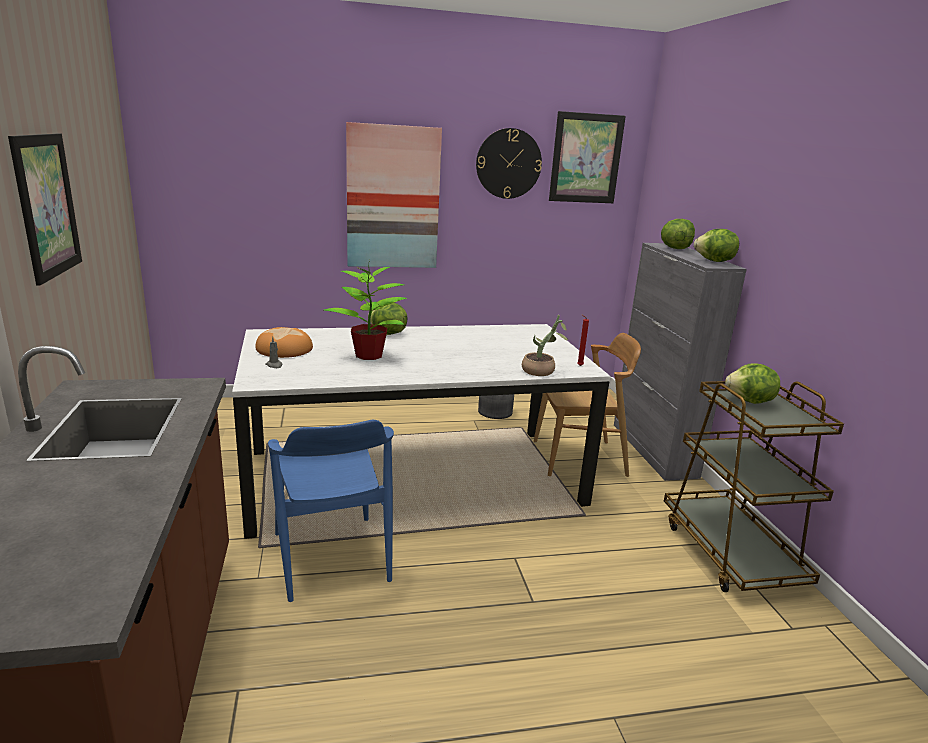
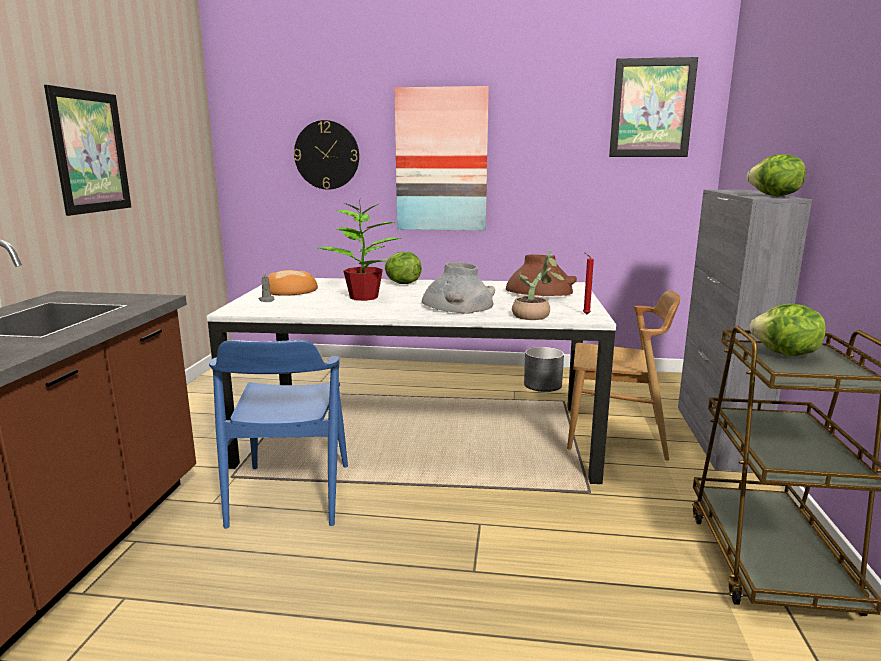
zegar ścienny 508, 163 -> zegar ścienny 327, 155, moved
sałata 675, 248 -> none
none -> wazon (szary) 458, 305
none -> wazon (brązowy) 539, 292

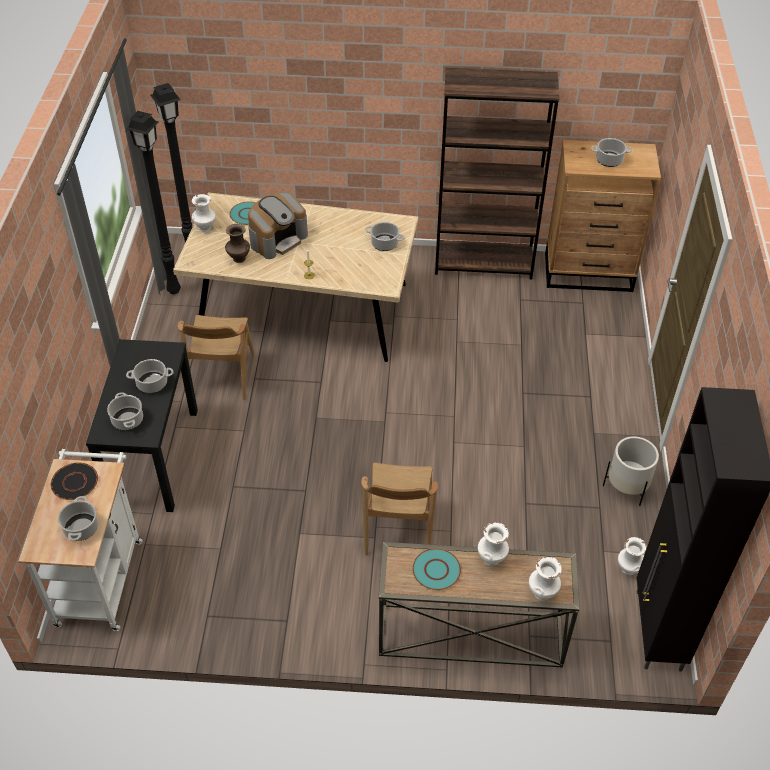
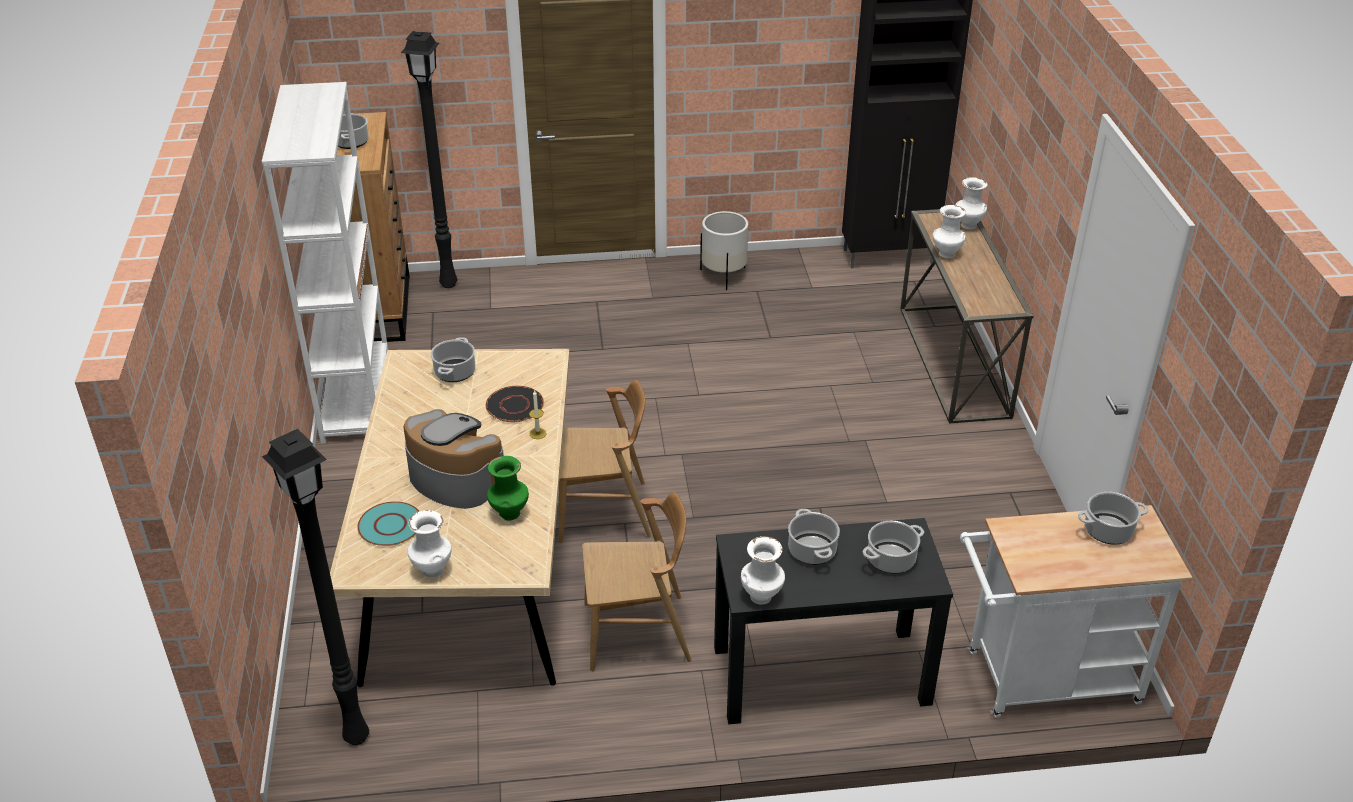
talerz (czarny) 74, 482 -> talerz (czarny) 515, 405, moved
lampa stojąca (czarny) 175, 290 -> lampa stojąca (czarny) 448, 283, moved
wazon (brązowy) 238, 258 -> wazon (zielony) 509, 514
krzesło (brązowy) 398, 529 -> krzesło (brązowy) 603, 512, moved
talerz (turkusowy) 436, 570 -> none
regał (brązowy) 483, 263 -> regał (biały) 356, 396
wazon (biały) 628, 570 -> wazon (biały) 762, 596, moved

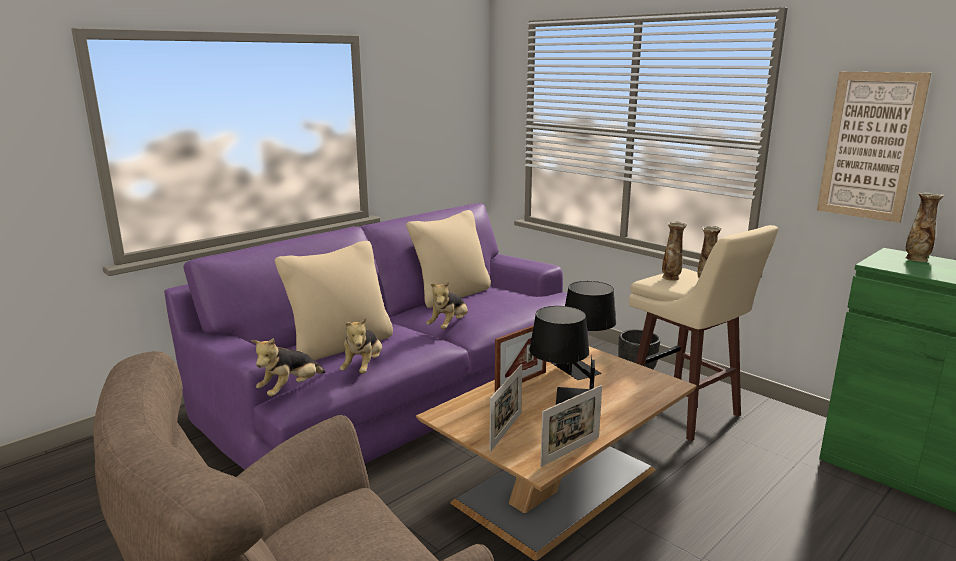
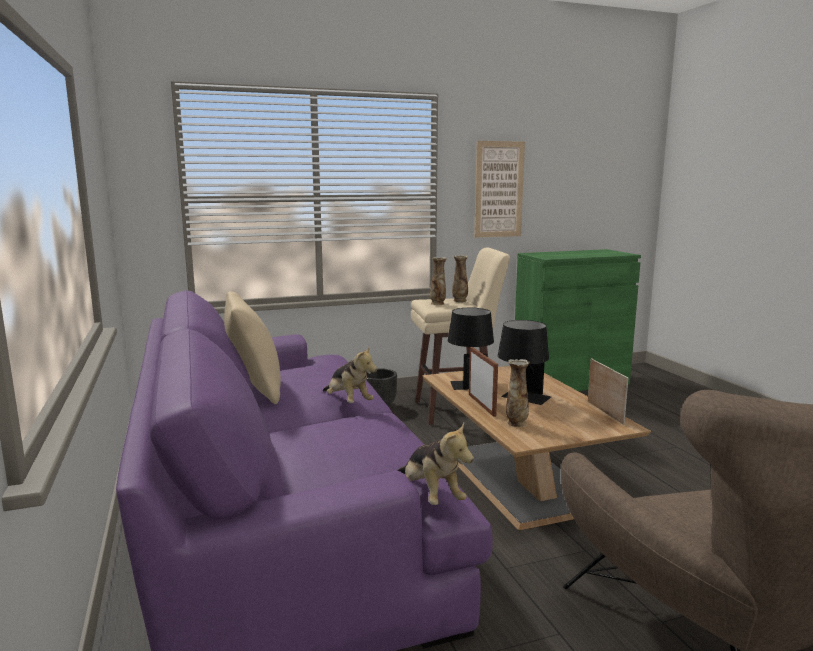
poduszka (beżowy) 340, 345 -> none
pluszak 363, 367 -> none
ramka na zdjęcie 506, 431 -> none
wazon 916, 259 -> wazon 516, 423, moved

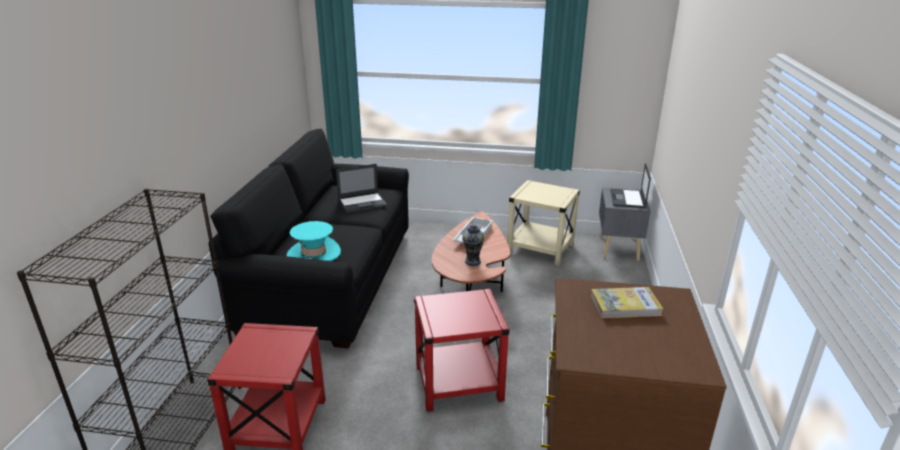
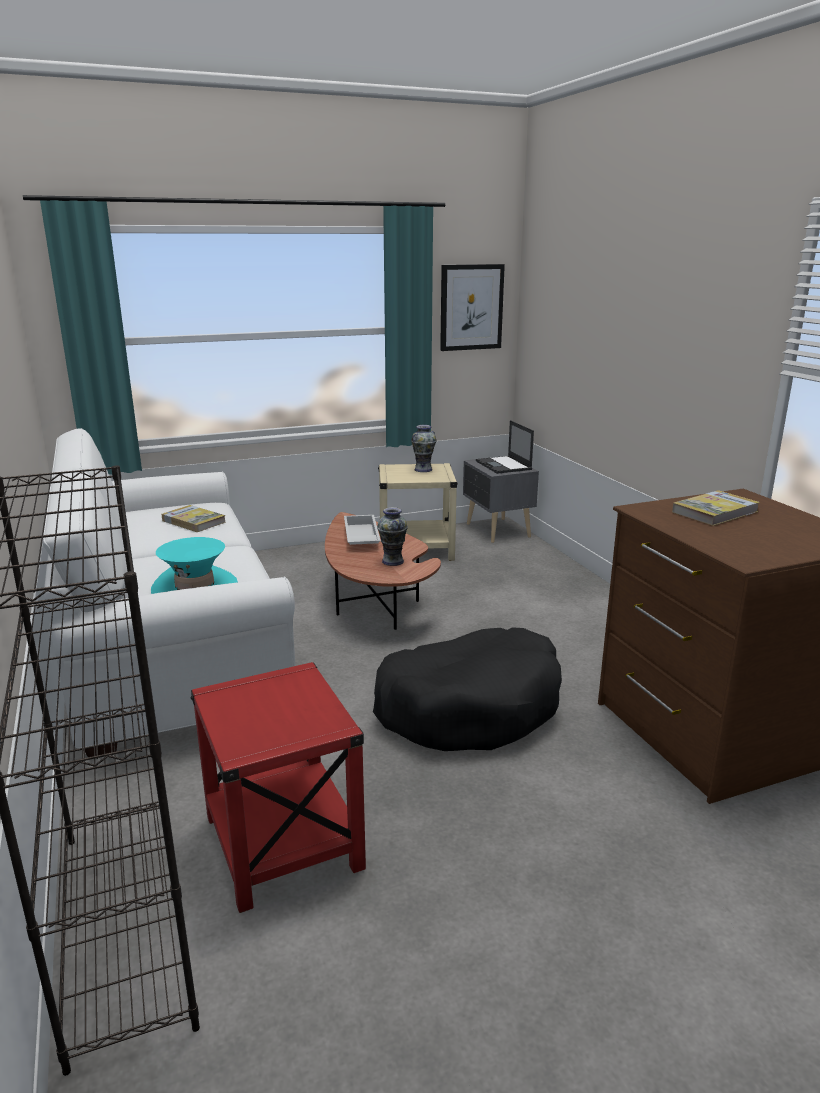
kanapa (czarny) 332, 279 -> kanapa (biały) 173, 646
laptop 363, 203 -> książka 193, 521
stolik (czerwony) 458, 383 -> legowisko (czarny) 470, 707
none -> wazon 423, 469
none -> obraz 471, 307

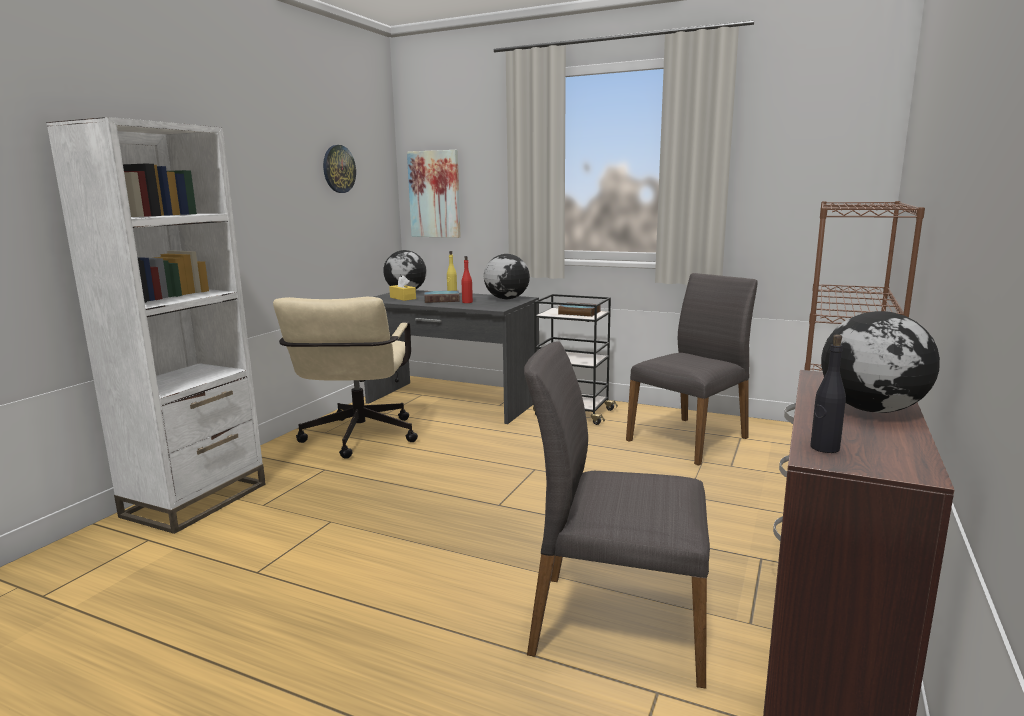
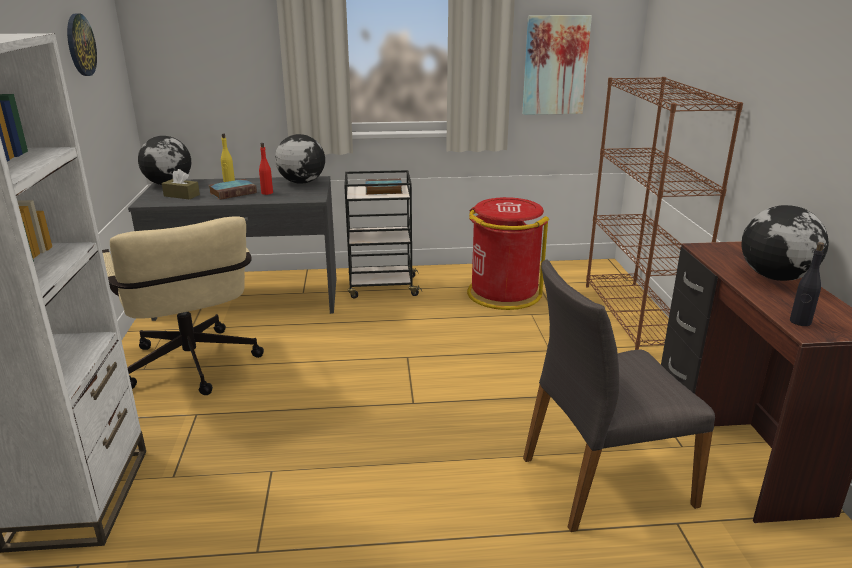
pudełko chusteczek (żółty) 403, 298 -> pudełko chusteczek (brązowy) 181, 195
obraz 435, 194 -> obraz 555, 65, moved
krzesło (szary) 690, 439 -> kosz na śmieci (czerwony) 503, 294

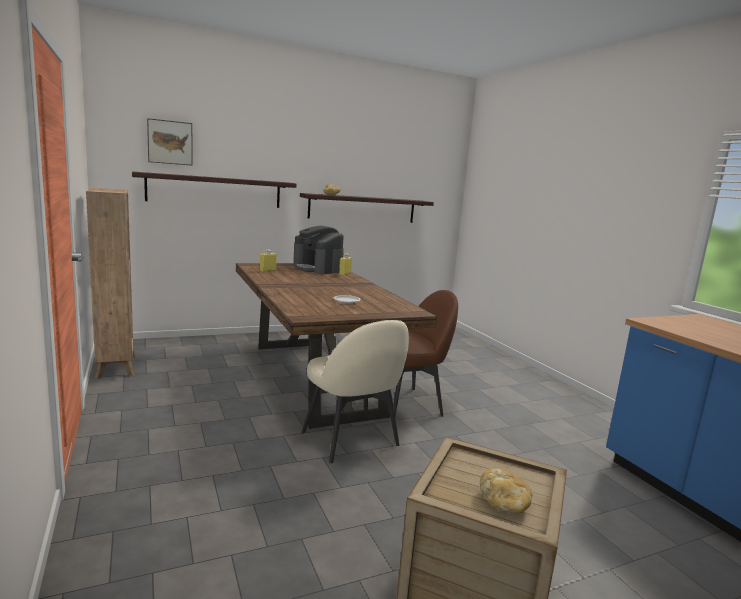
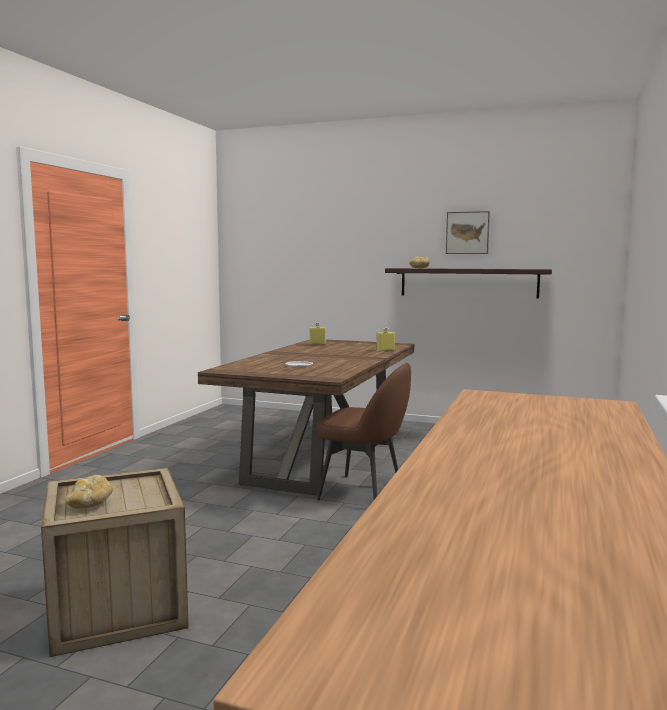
regał (brązowy) 116, 366 -> none
półka 215, 191 -> none
obraz 170, 142 -> obraz 467, 233, moved
ekspres do kawy 317, 268 -> none
krzesło (beżowy) 351, 440 -> none

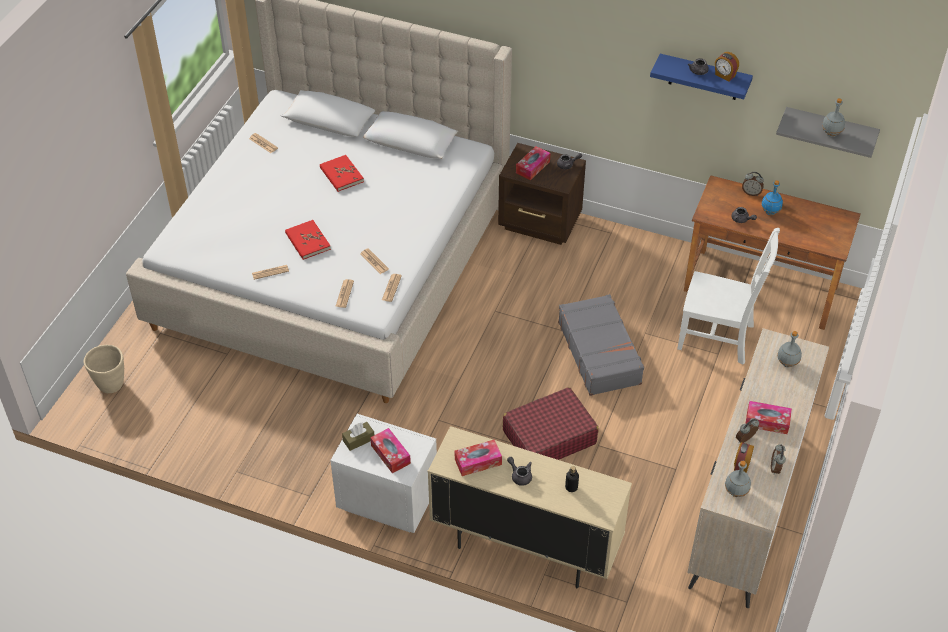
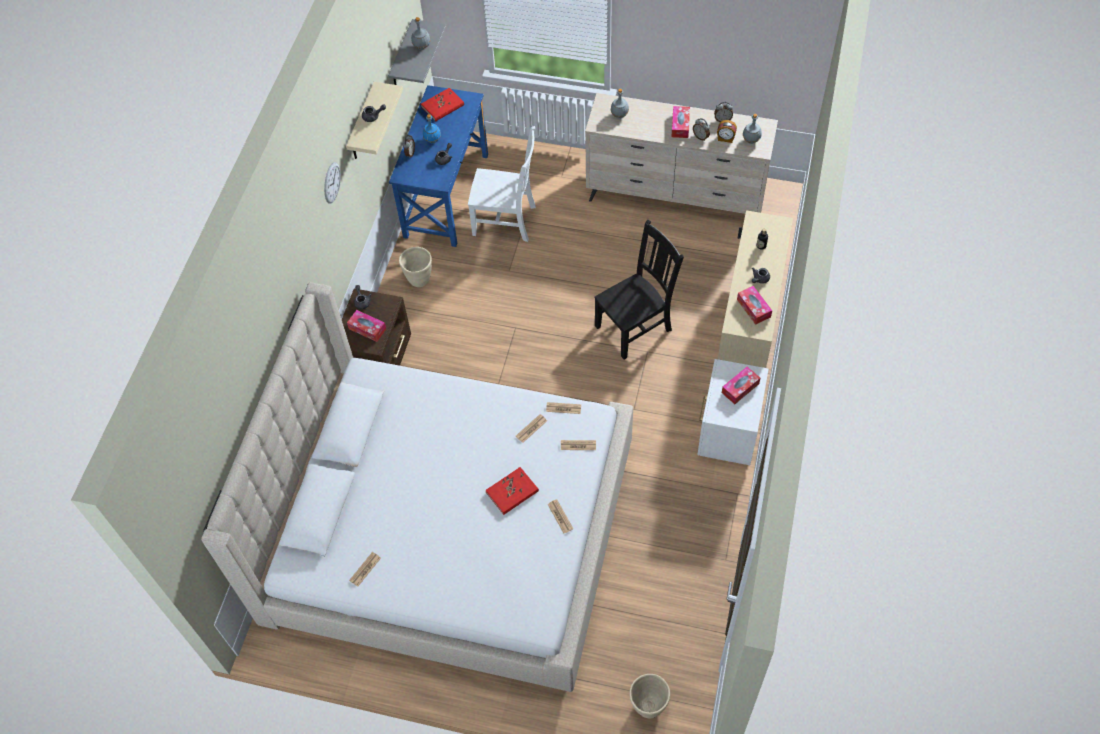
książka (czerwony) 341, 175 -> książka (czerwony) 442, 106, moved
pudełko chusteczek (brązowy) 358, 440 -> none
walizka (czerwony) 549, 437 -> krzesło (czarny) 635, 327
walizka (szary) 600, 352 -> none
półka (niebieski) 704, 77 -> półka (beżowy) 362, 124
krzesło (biały) 718, 337 -> krzesło (biały) 506, 221, 90 degrees clockwise
biurko (brązowy) 761, 288 -> biurko (niebieski) 446, 195
budzik 724, 75 -> none
none -> zegar ścienny 332, 182
none -> donica (beżowy) 419, 279

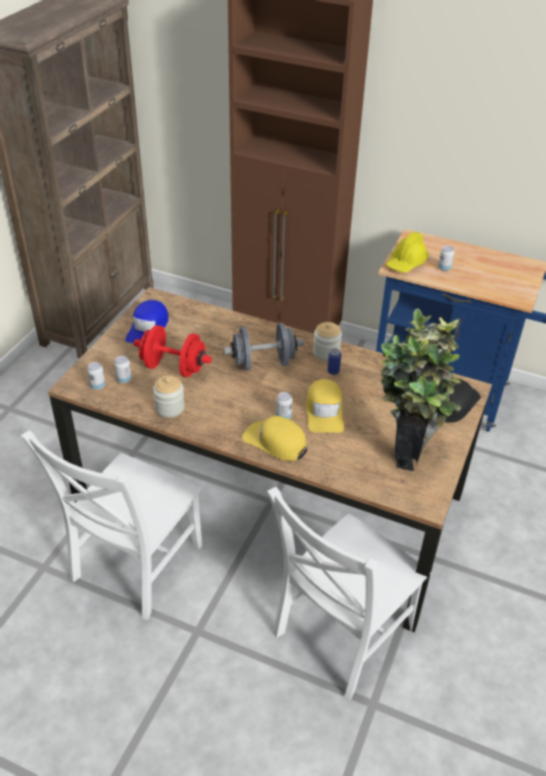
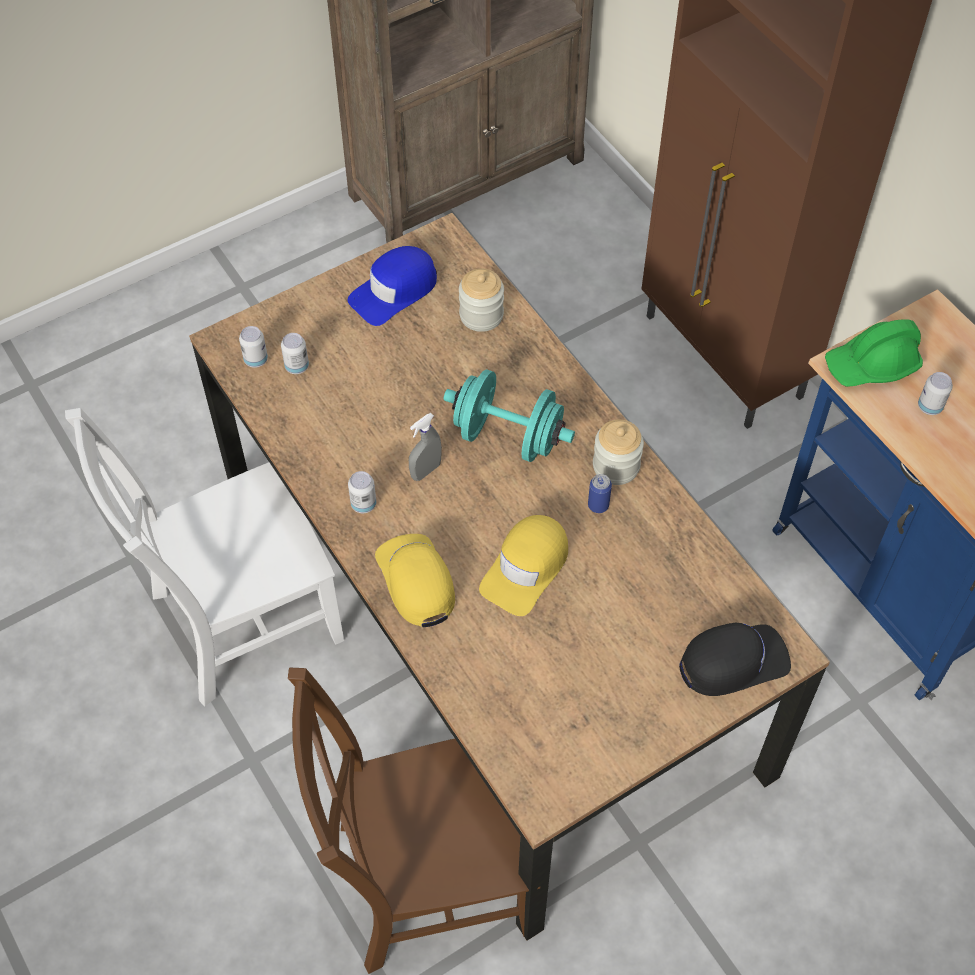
hantel (czerwony) 173, 367 -> none
słoik 169, 408 -> słoik 481, 315, moved
hantel (szary) 263, 363 -> hantel (turkusowy) 508, 436
krzesło (biały) 340, 634 -> krzesło (brązowy) 425, 879
puszka 283, 416 -> puszka 363, 504, moved
roślina doniczkowa 408, 446 -> none
kask (żółty) 406, 263 -> kask (zielony) 872, 365
none -> spryskiwacz (szary) 425, 471

